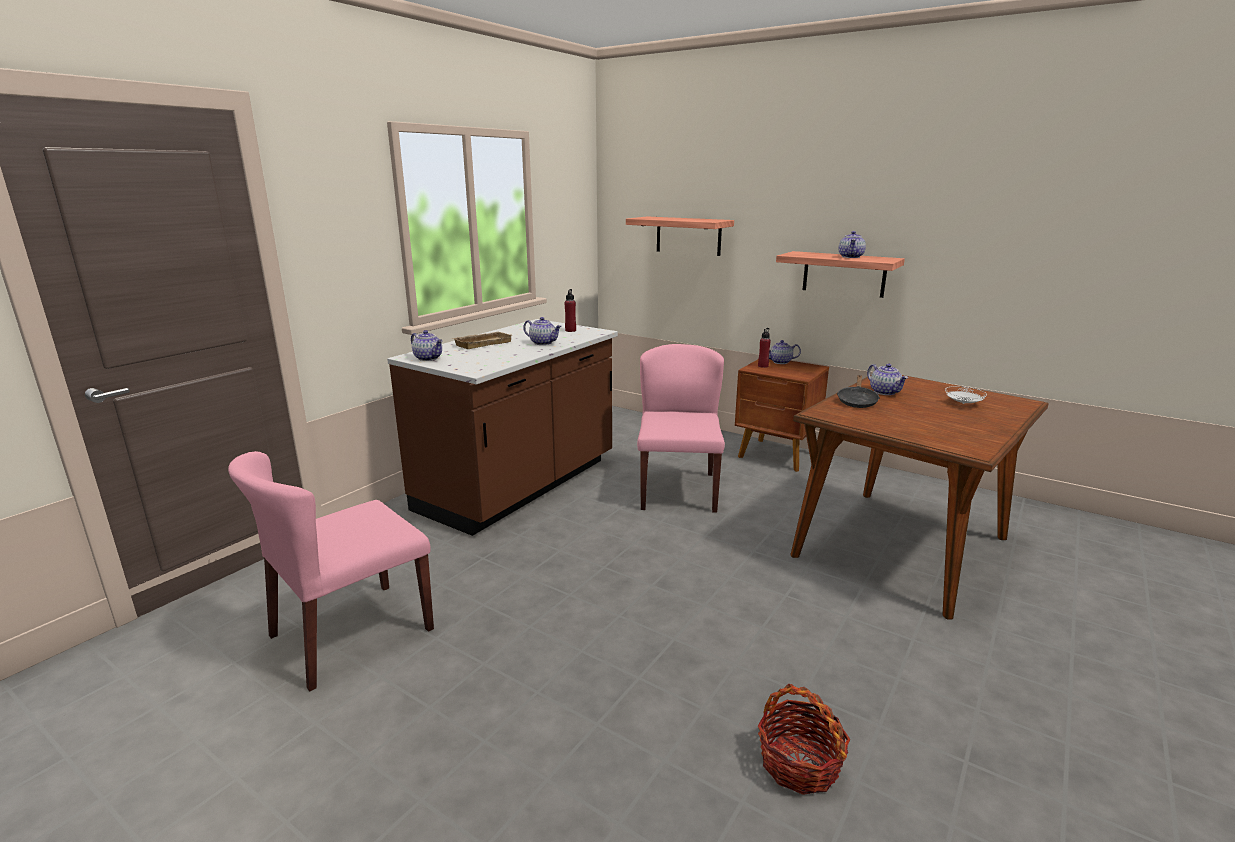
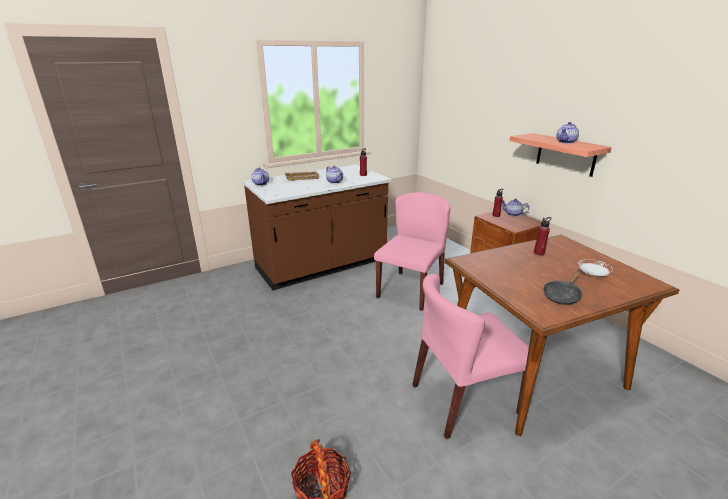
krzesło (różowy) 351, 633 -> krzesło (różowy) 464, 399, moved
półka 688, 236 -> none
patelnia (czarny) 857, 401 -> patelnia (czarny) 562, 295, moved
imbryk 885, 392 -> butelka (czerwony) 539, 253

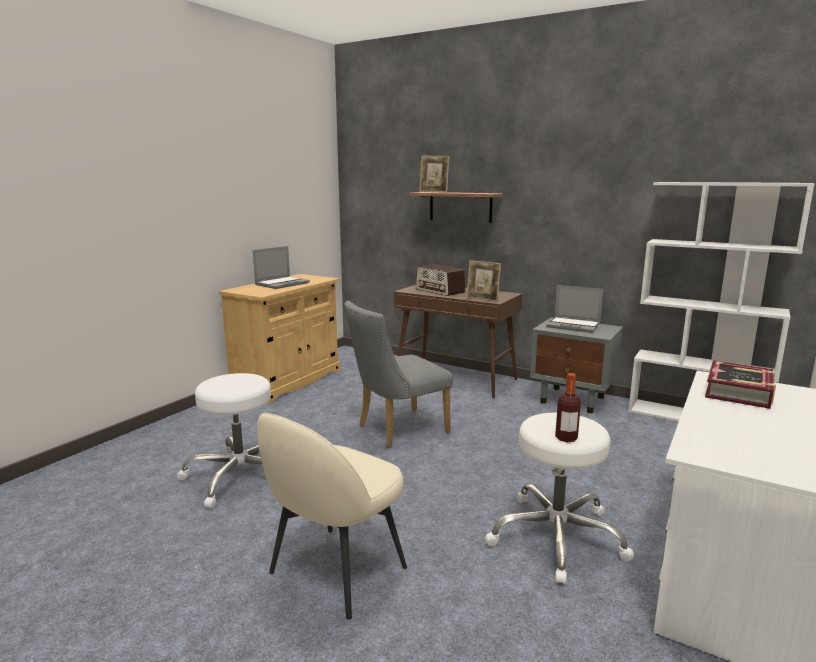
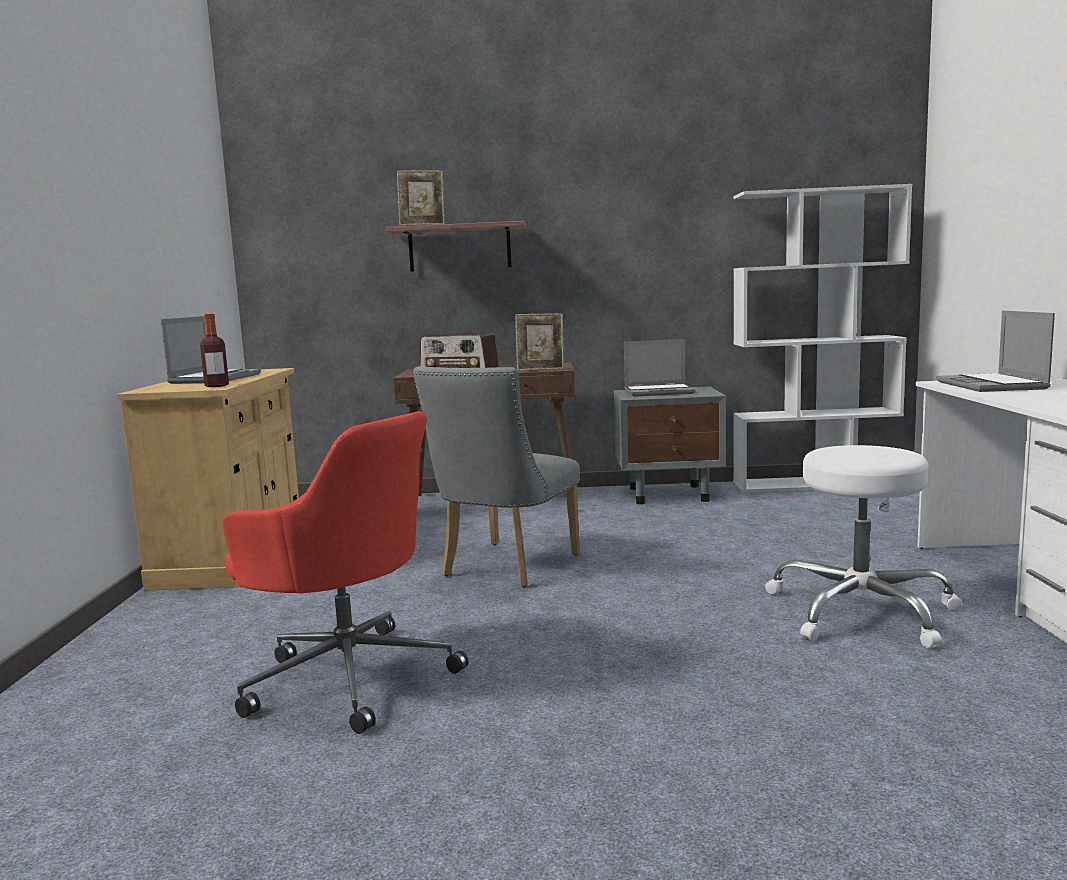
stołek (biały) 240, 476 -> krzesło biurowe (czerwony) 348, 677
krzesło (beżowy) 335, 572 -> none
butelka 566, 438 -> butelka 217, 386, moved
książka 739, 392 -> laptop 993, 385

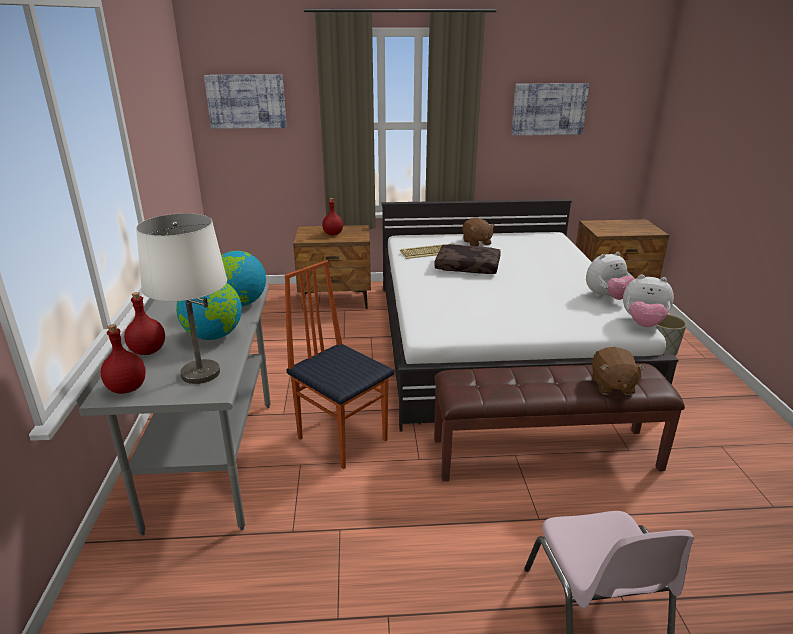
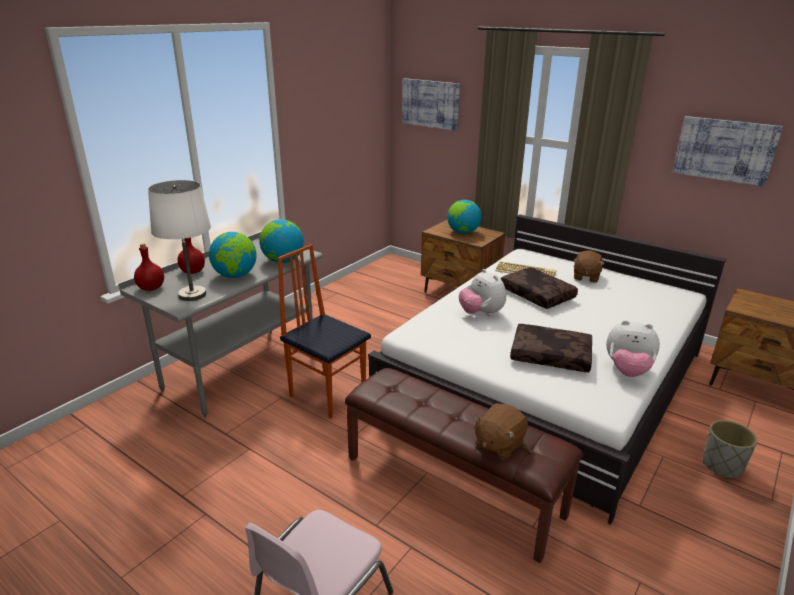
krzesło 343, 438 -> krzesło 328, 394, 45 degrees counterclockwise
butelka (czerwony) 333, 234 -> globus 463, 232
pluszak 643, 324 -> pluszak 481, 313, moved
none -> poduszka (brązowy) 551, 355

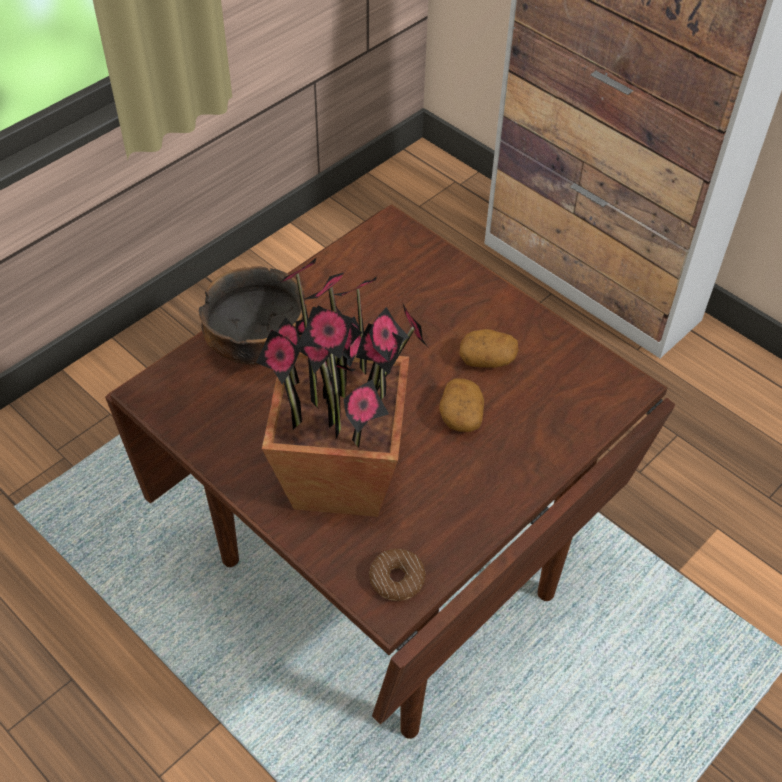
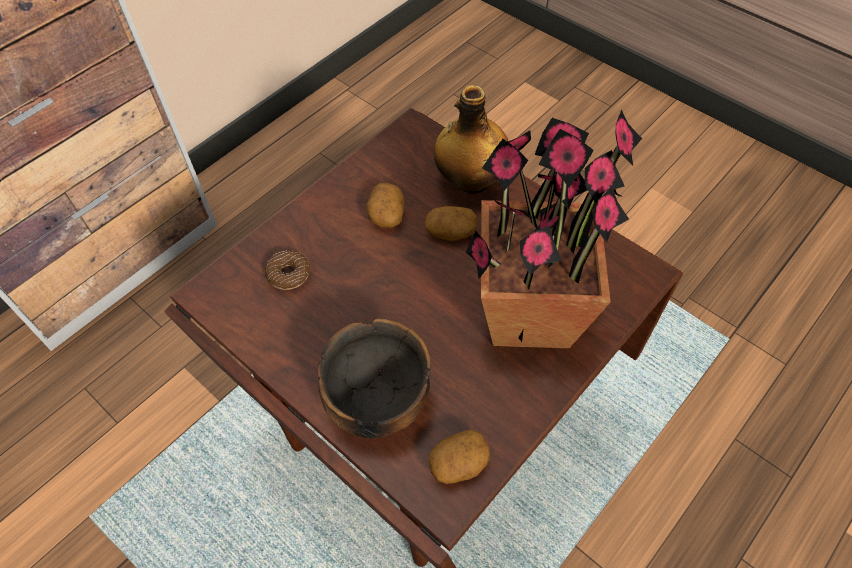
donut 397, 579 -> donut 288, 274, moved
none -> ziemniak 459, 464
none -> butelka 470, 181

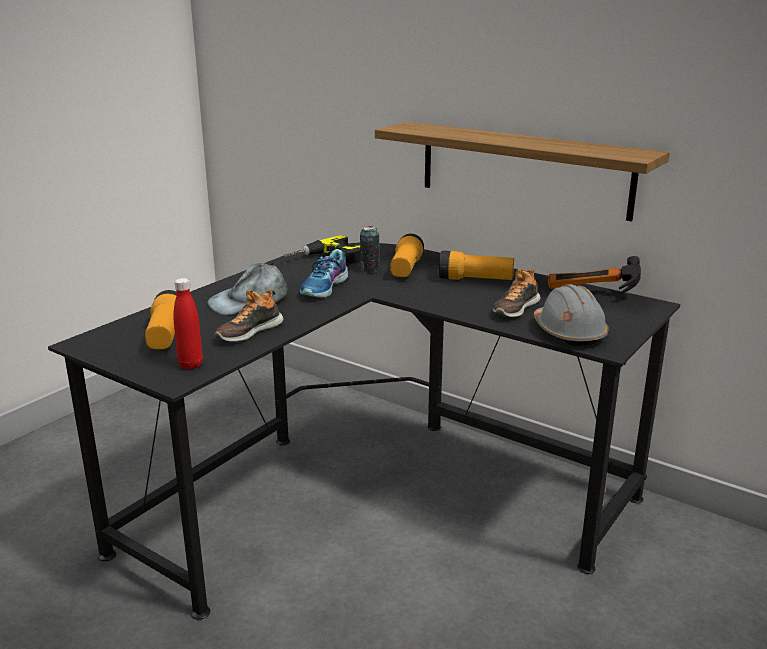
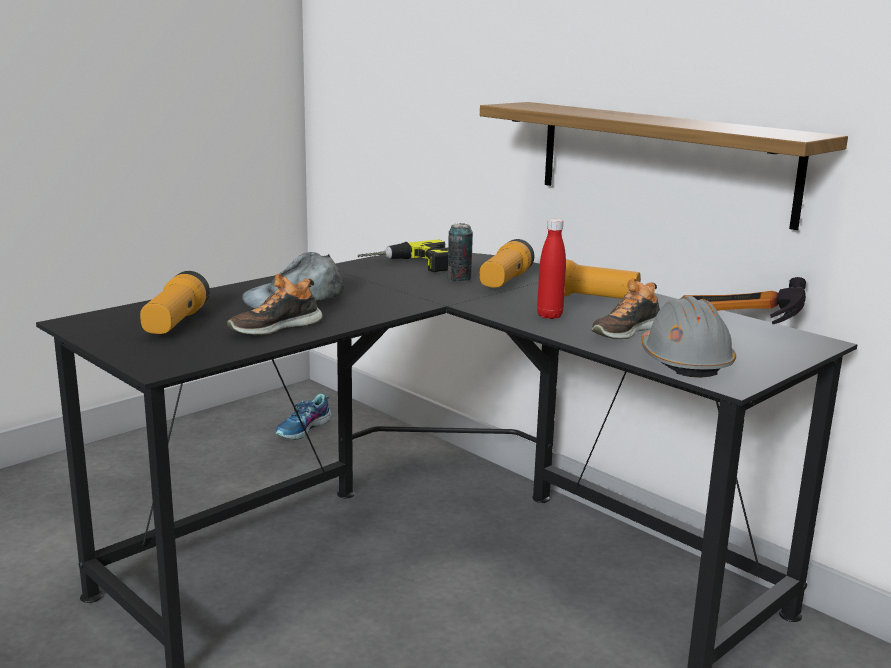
butelka (czerwony) 191, 365 -> butelka (czerwony) 549, 315, moved
but 325, 288 -> but 304, 429, moved

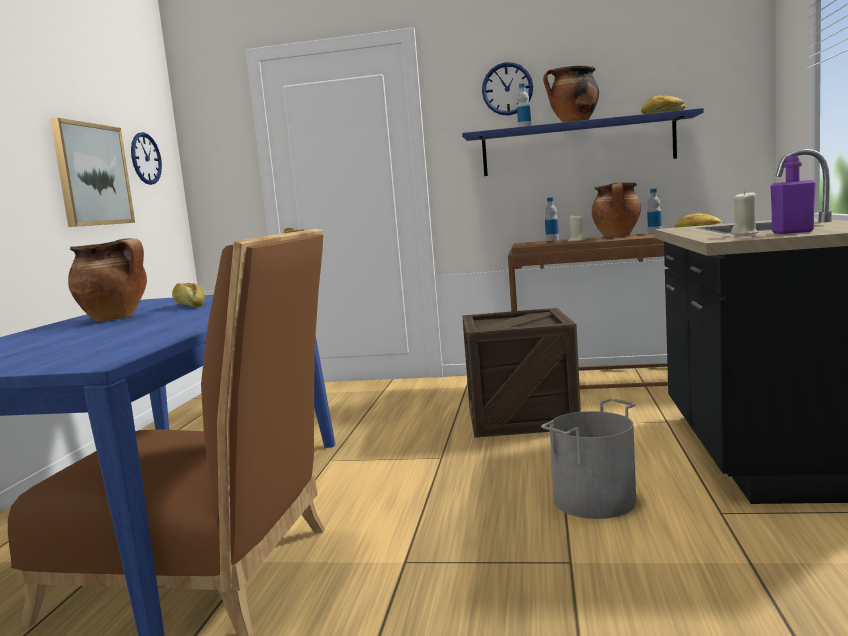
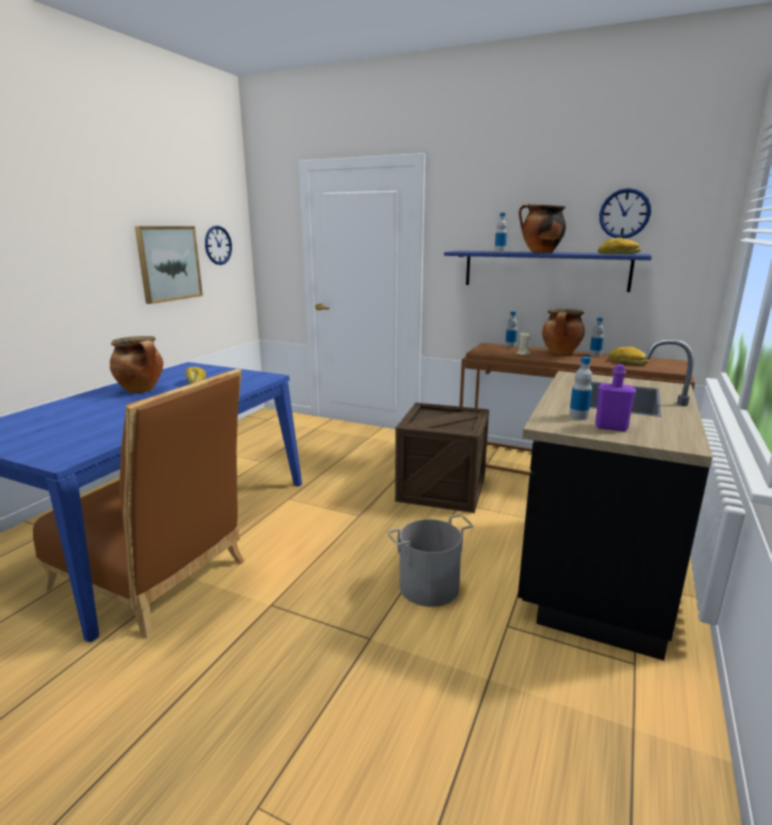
zegar ścienny 507, 89 -> zegar ścienny 624, 213, moved
świeca (beżowy) 744, 234 -> butelka 578, 416

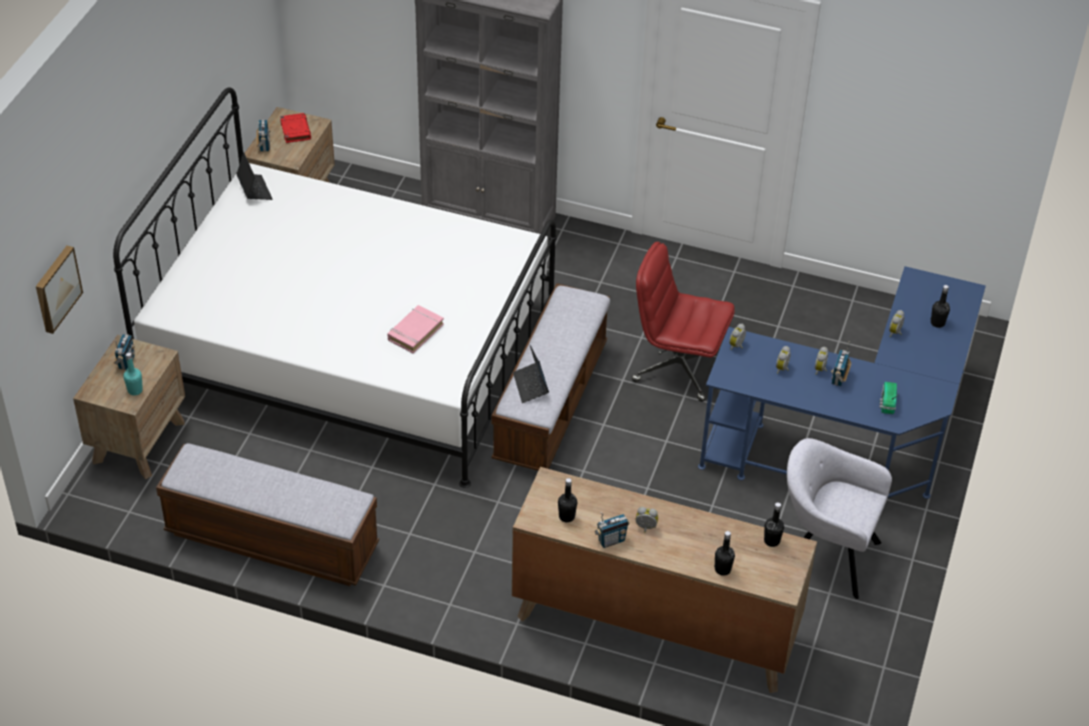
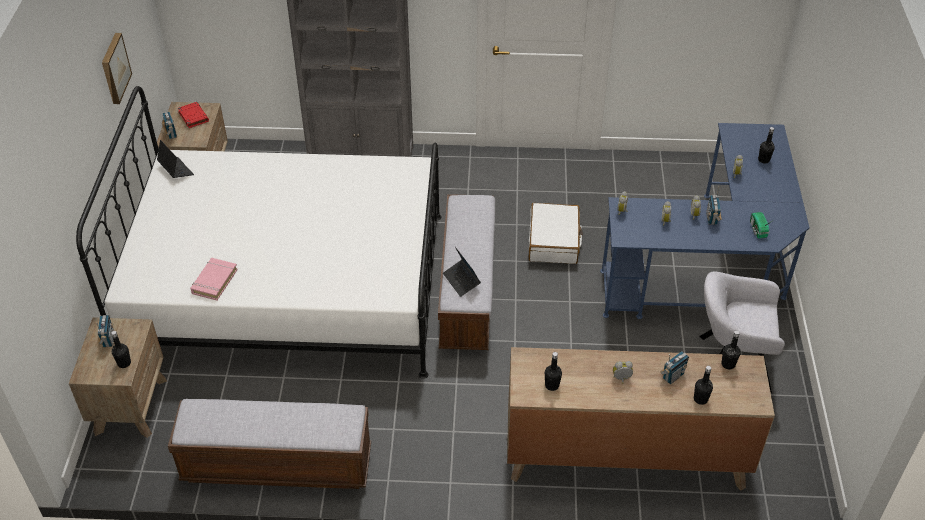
obraz 56, 288 -> obraz 114, 68, moved
butelka (turkusowy) 135, 390 -> butelka (czarny) 124, 363
książka (różowy) 415, 332 -> książka (różowy) 214, 281, moved
radio 611, 540 -> radio 672, 376, moved
krzesło biurowe (czerwony) 677, 367 -> walizka (biały) 554, 241

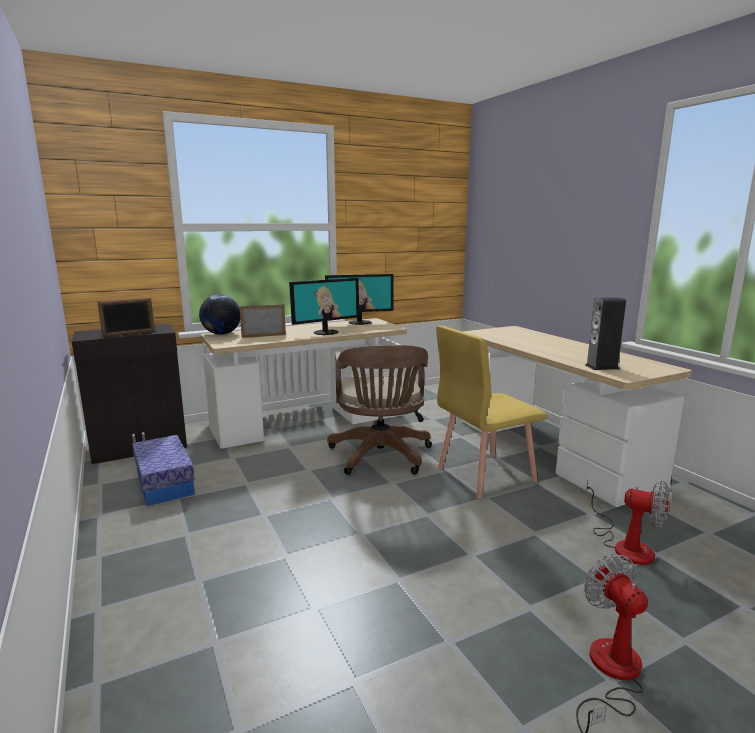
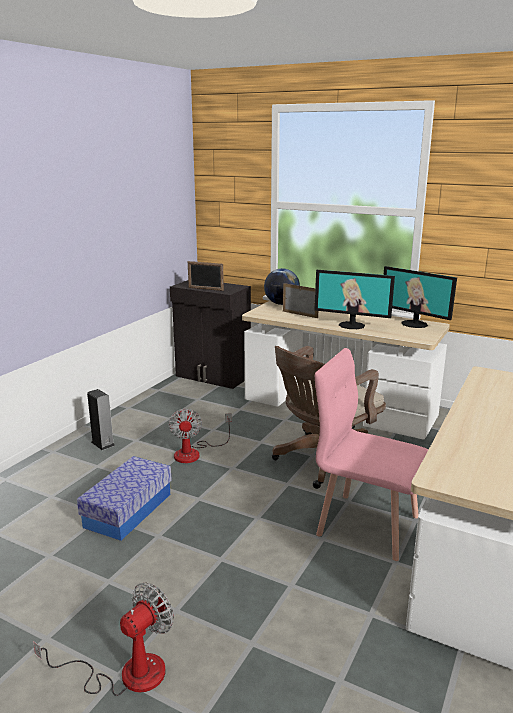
pojemnik do przechowywania 164, 482 -> pojemnik do przechowywania 128, 510, moved
krzesło (żółty) 484, 474 -> krzesło (różowy) 367, 524
głośnik 602, 367 -> głośnik 103, 444, moved
wentylator 625, 545 -> wentylator 194, 453, moved

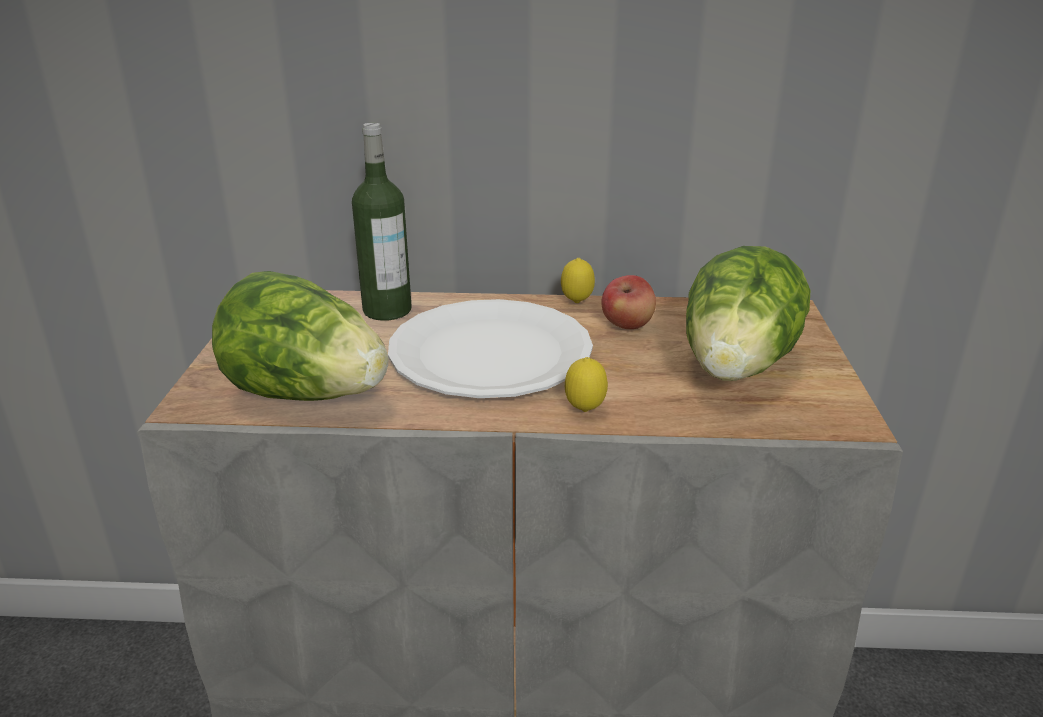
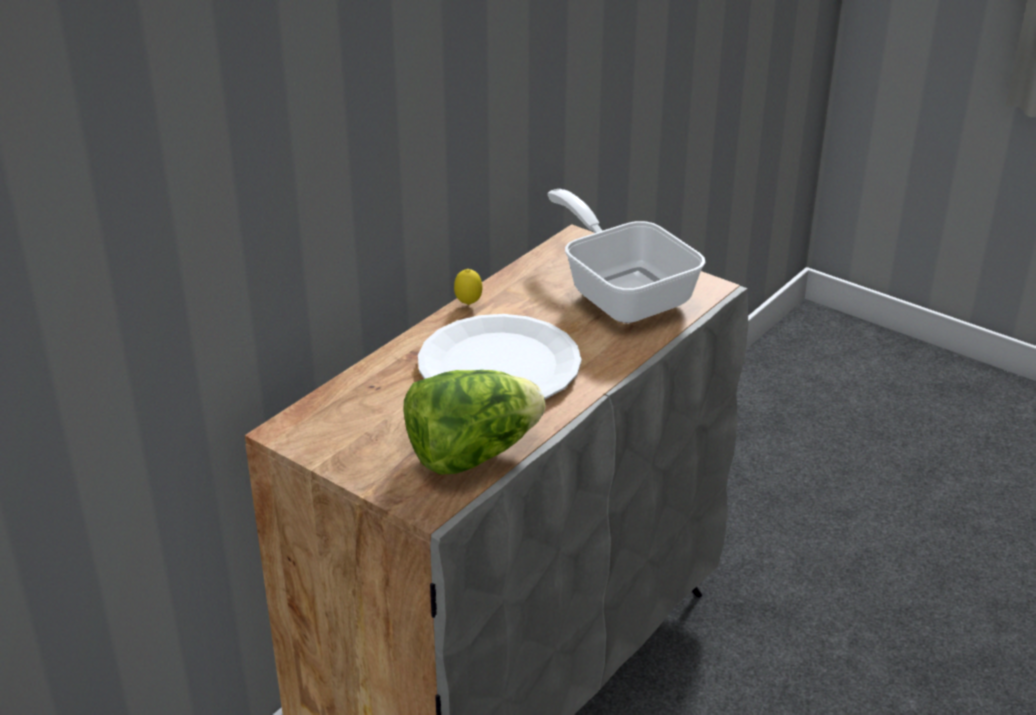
butelka 387, 310 -> none
cytryna 585, 411 -> none
jabłko 627, 325 -> none
sałata 736, 369 -> patelnia 622, 291

